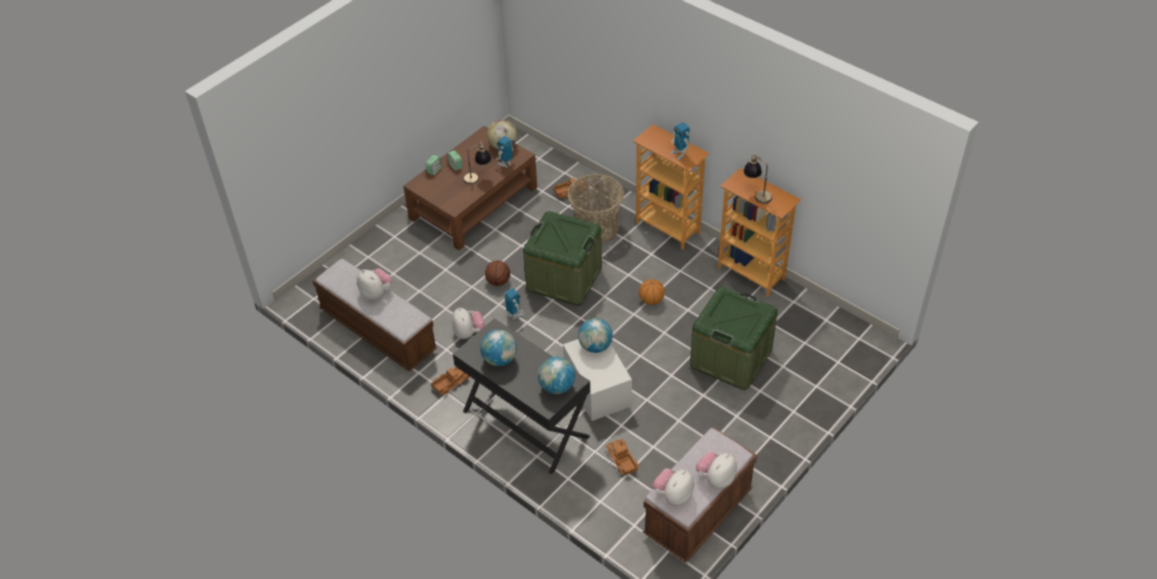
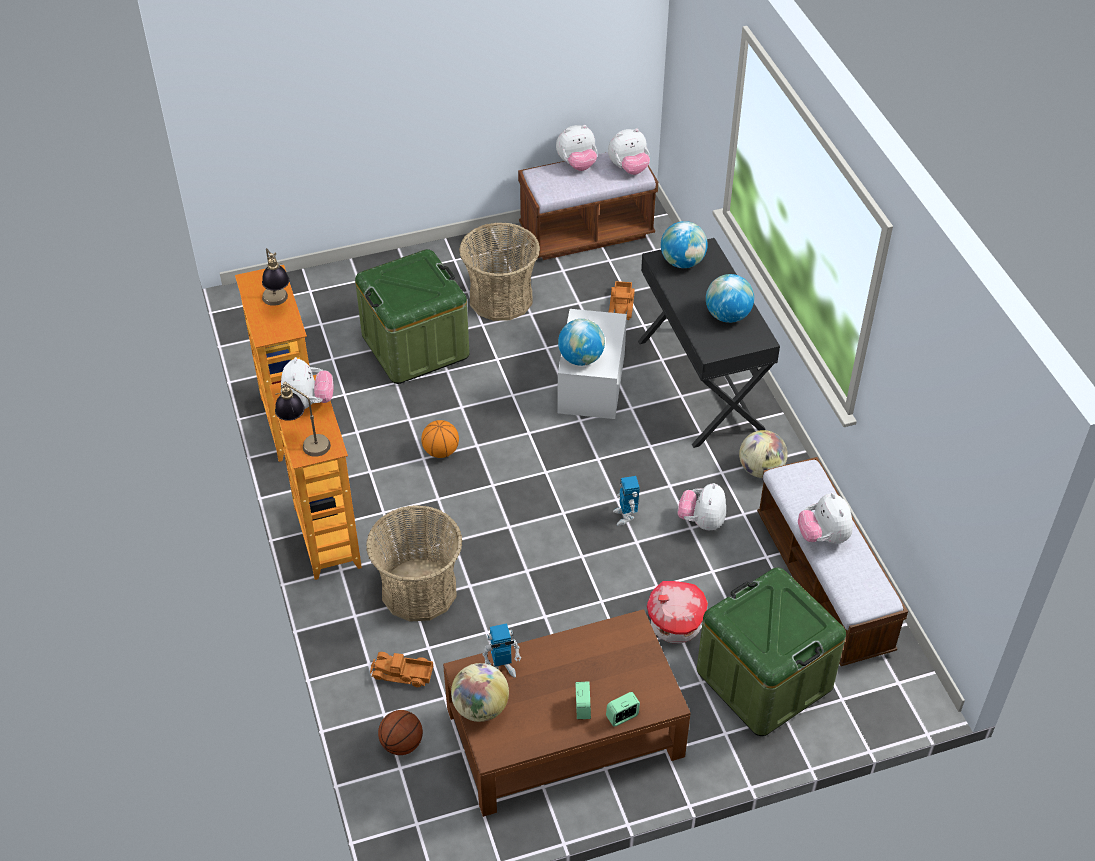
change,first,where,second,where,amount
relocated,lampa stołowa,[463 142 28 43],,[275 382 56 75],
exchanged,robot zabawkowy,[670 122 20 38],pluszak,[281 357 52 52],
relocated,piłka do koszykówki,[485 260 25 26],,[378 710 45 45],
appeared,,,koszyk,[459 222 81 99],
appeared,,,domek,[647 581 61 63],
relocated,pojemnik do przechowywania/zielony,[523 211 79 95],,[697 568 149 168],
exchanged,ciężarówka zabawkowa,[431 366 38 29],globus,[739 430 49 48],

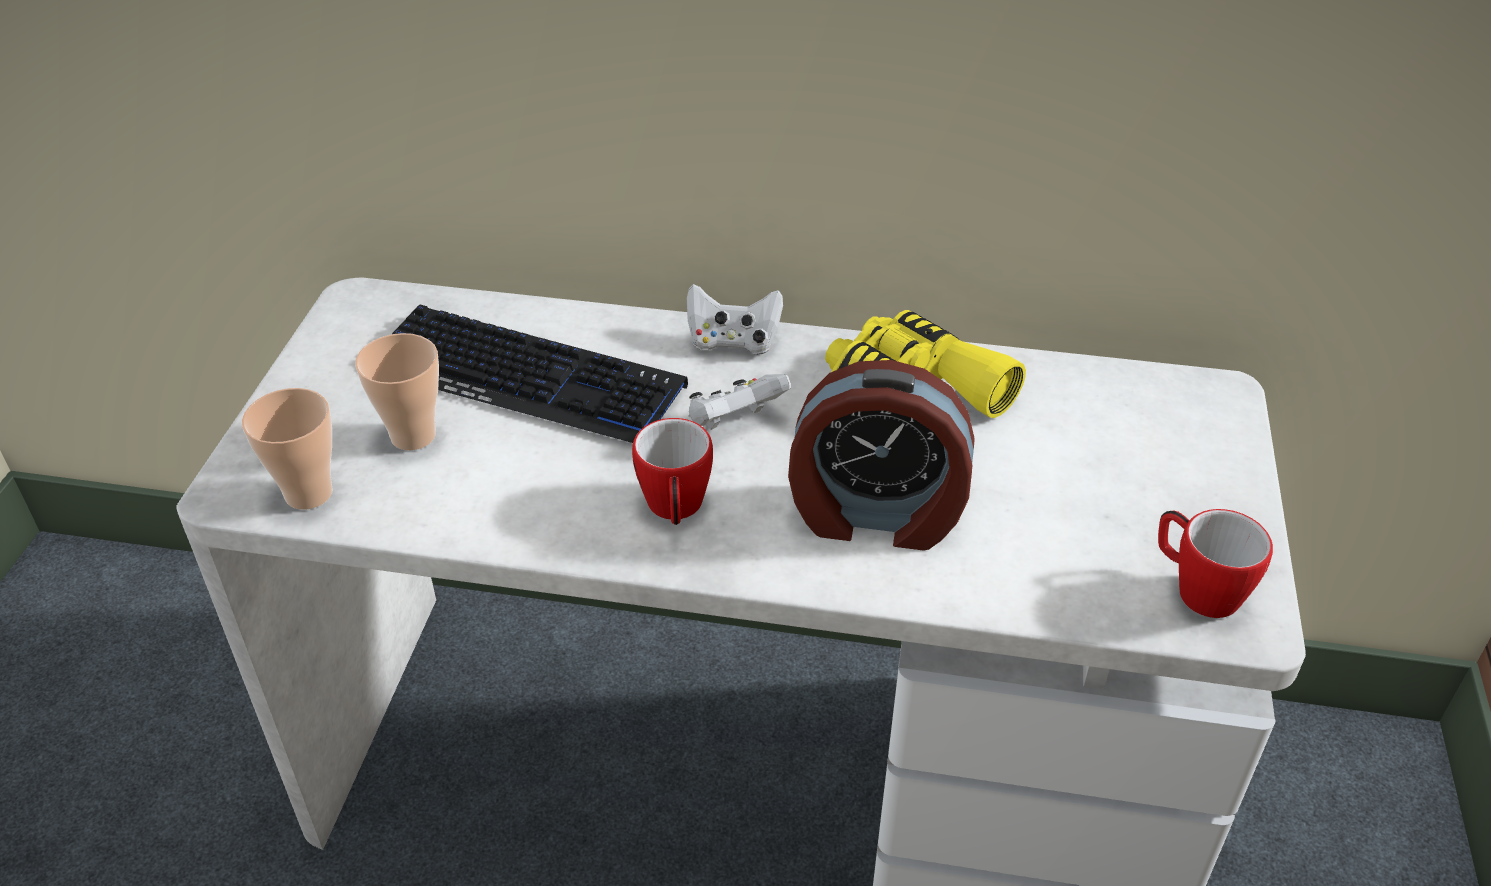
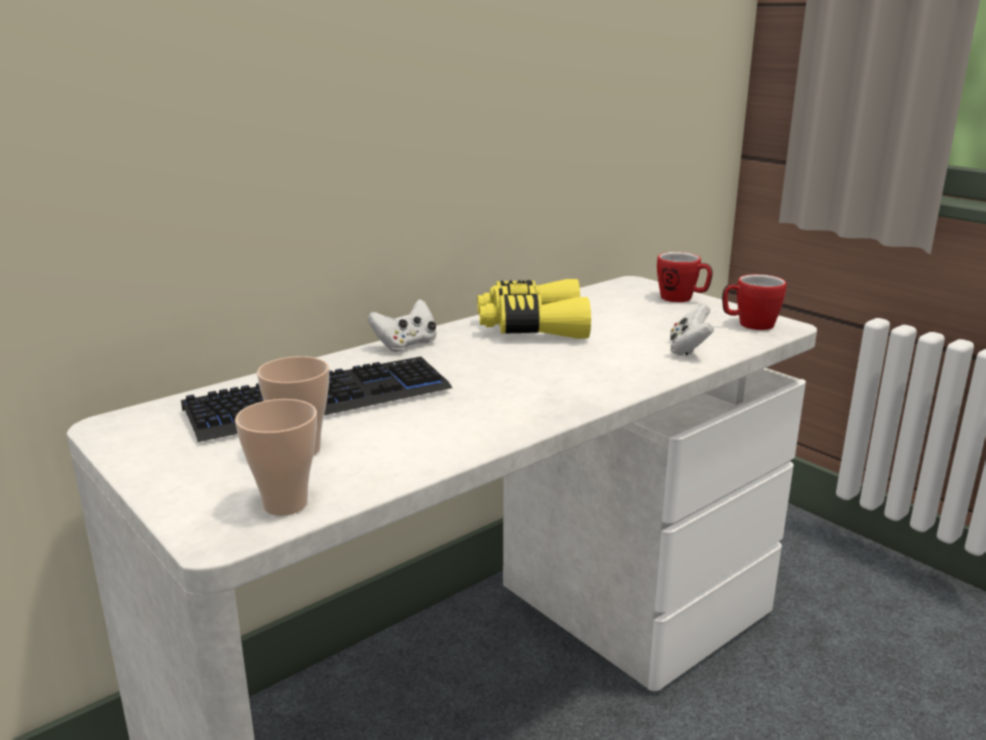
change,first,where,second,where,amount
relocated,kubek,[632 418 81 107],,[657 252 56 50],
relocated,pad do gier/biały,[688 374 103 56],,[670 304 44 52],
missing,budzik,[788 360 187 191],,,

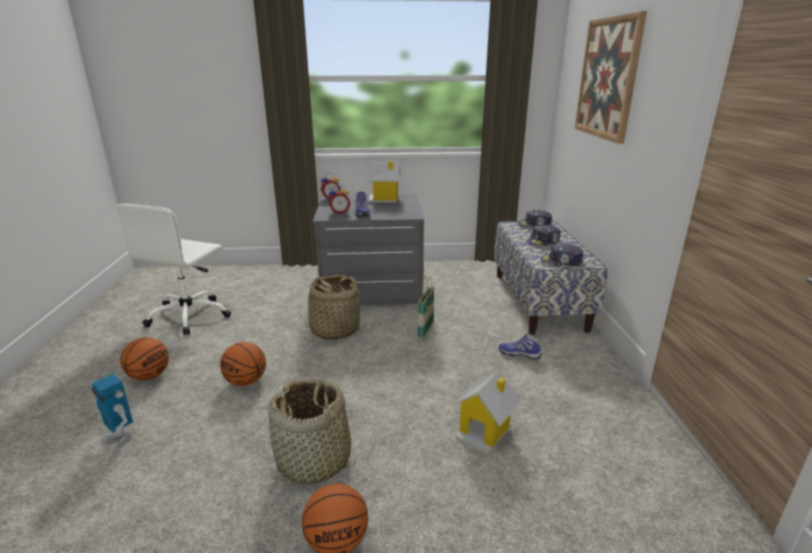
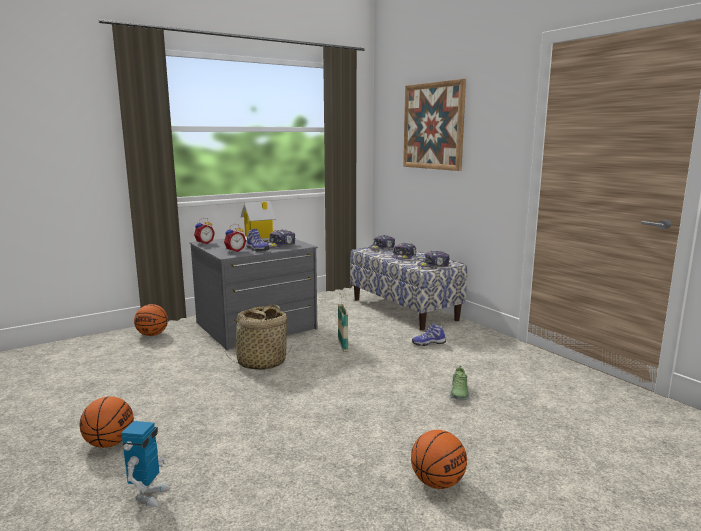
change,first,where,second,where,amount
spun,robot zabawkowy,[91 374 42 79],,[121 421 49 86],90 degrees counterclockwise
relocated,piłka do koszykówki,[220 342 46 44],,[134 304 34 32],
appeared,,,czapka z daszkiem,[267 230 28 18],
exchanged,domek,[452 371 69 84],but,[450 365 20 35],
missing,krzesło biurowe/biały,[116 204 115 131],,,
missing,koszyk,[269 378 87 106],,,

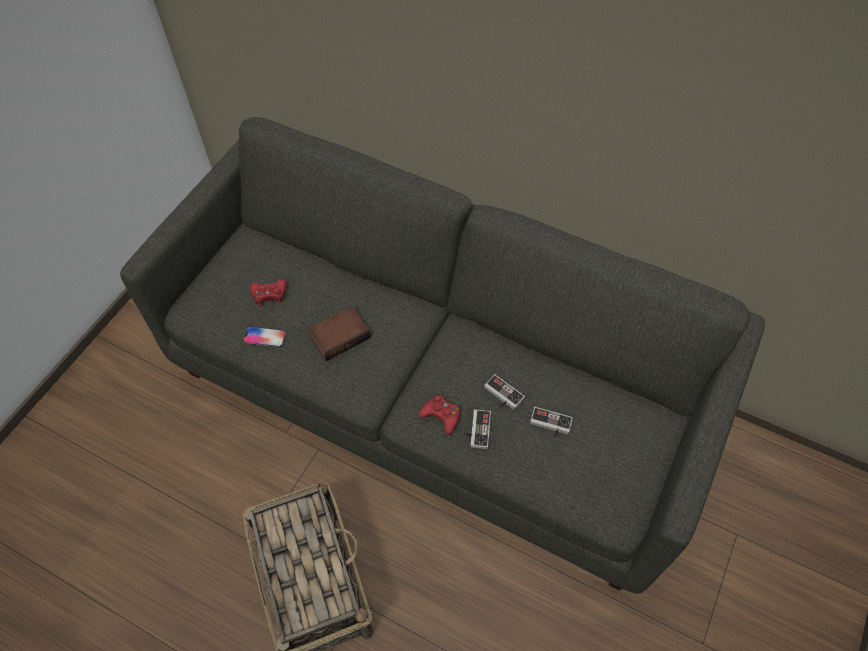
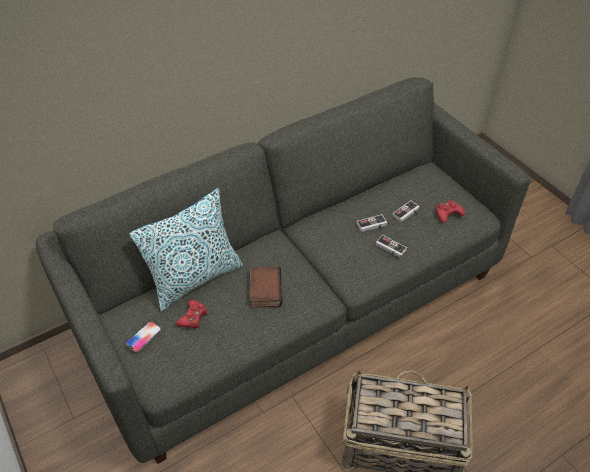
change,first,where,second,where,amount
relocated,telefon,[243 326 42 21],,[126 321 35 31],
appeared,,,poduszka,[130 188 113 123],
relocated,pad do gier/czerwony,[419 396 41 39],,[435 200 30 23],

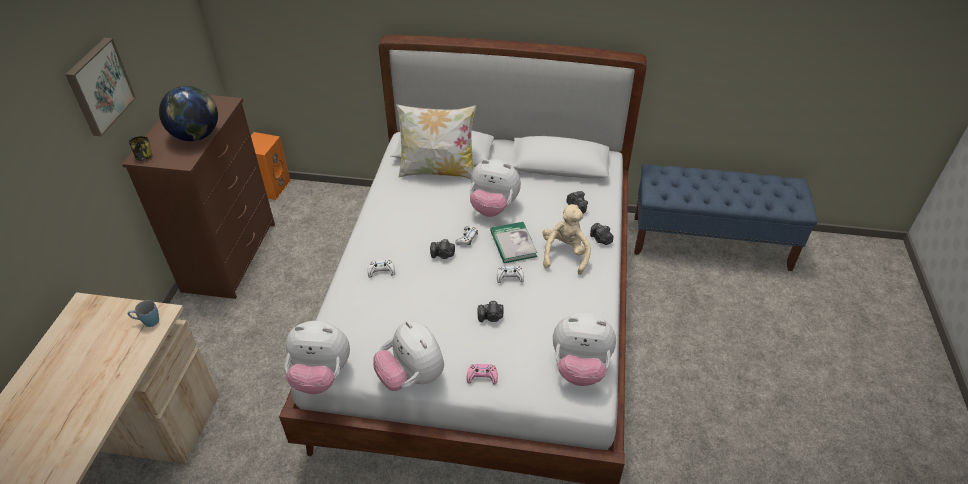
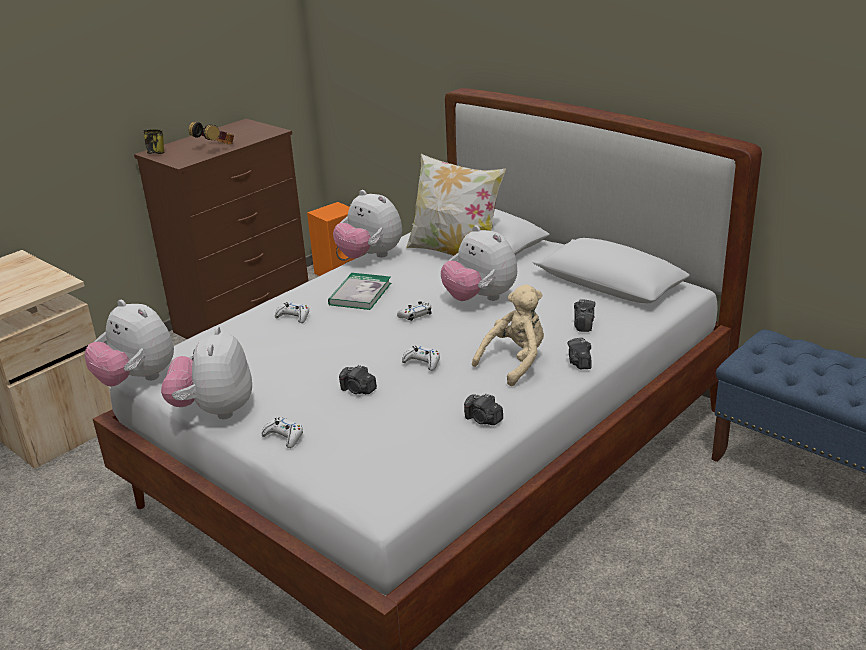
change,first,where,second,where,amount
exchanged,globus,[159 86 59 55],słuchawki,[189 122 45 22],
colour,pad do gier/różowy,[467 364 31 21],pad do gier/biały,[262 417 41 31],
relocated,książka,[490 222 48 41],,[328 273 63 37],
relocated,pluszak,[553 313 63 73],,[333 190 69 69],
relocated,aparat fotograficzny,[430 239 25 20],,[464 393 39 32],
missing,obraz,[65 38 71 99],,,
missing,kubek/niebieski,[128 300 31 27],,,

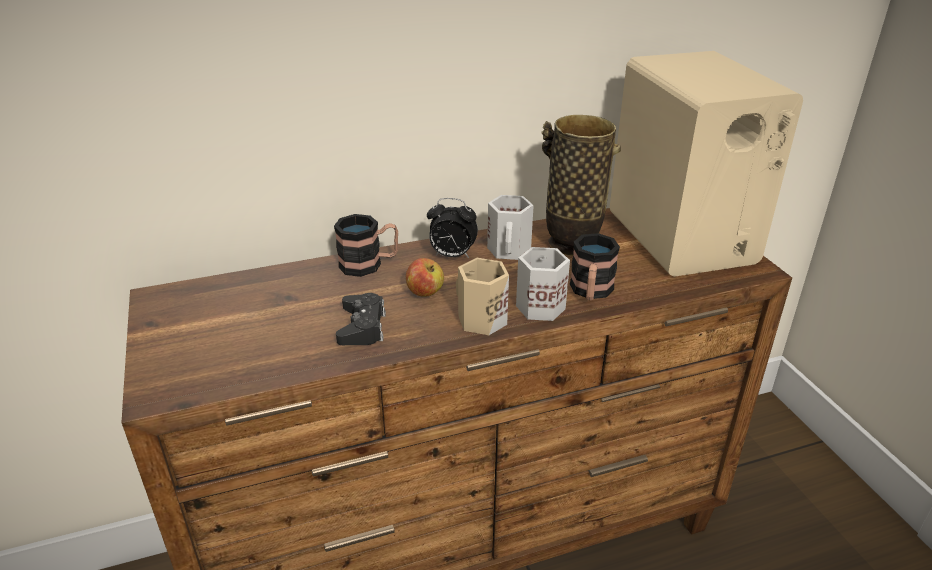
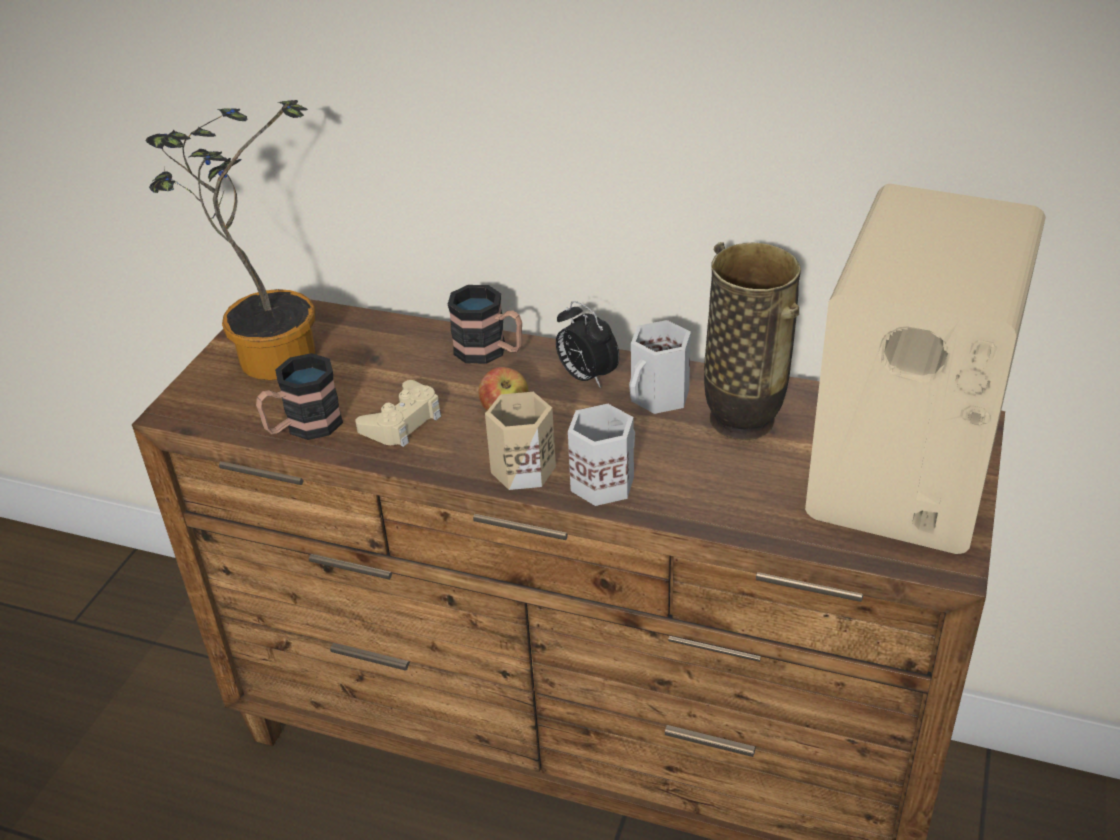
change,first,where,second,where,amount
appeared,,,roślina doniczkowa,[146 100 170 280],
relocated,kubek,[570 233 50 67],,[256 353 87 87],
colour,pad do gier/czarny,[336 293 50 52],pad do gier/beżowy,[355 380 86 67],

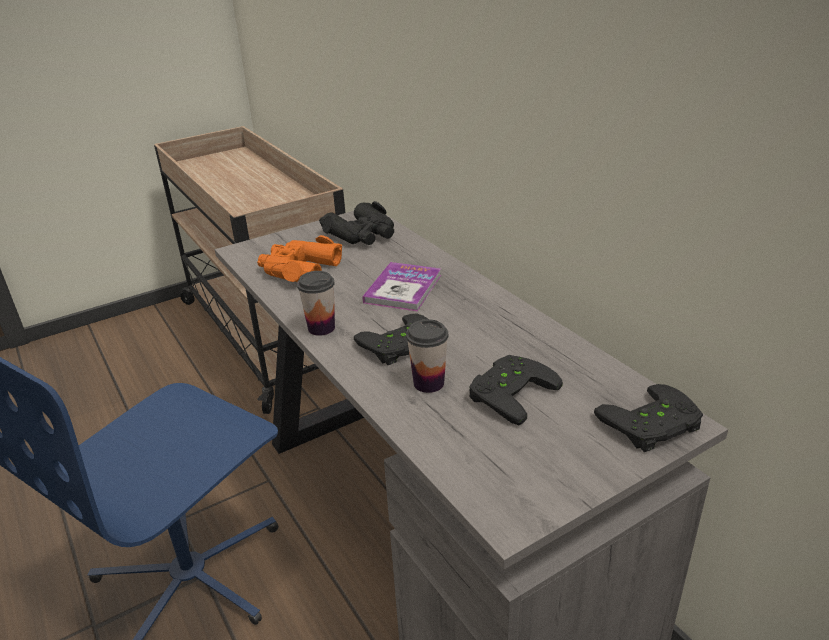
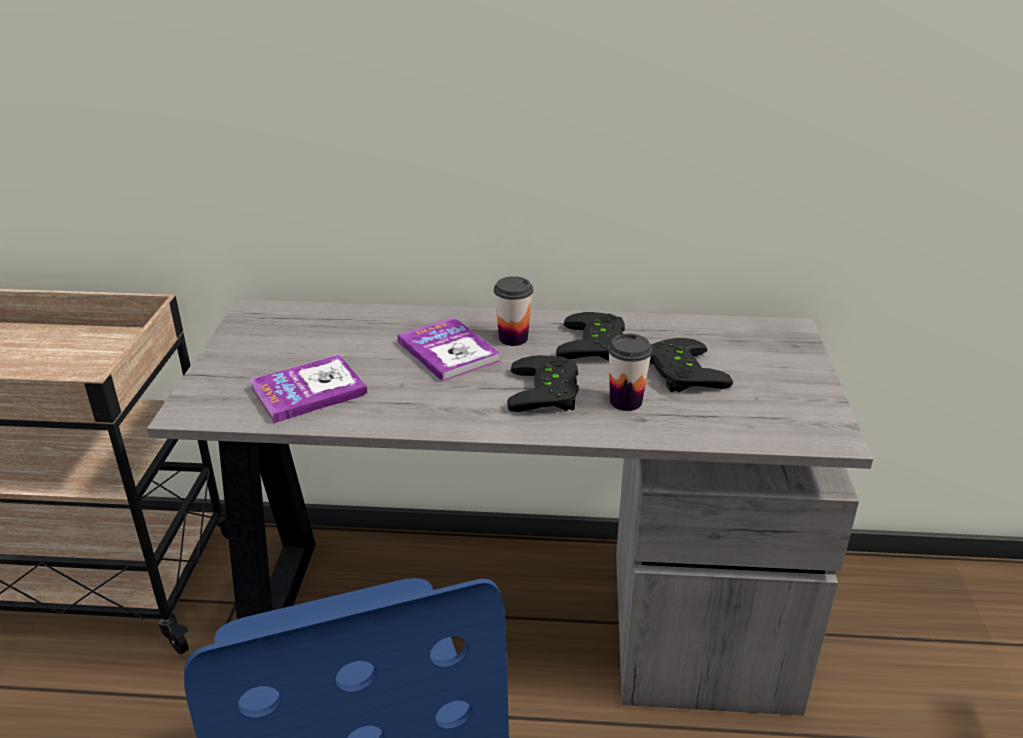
change,first,where,second,where,amount
exchanged,lornetka/pomarańczowy,[257 235 85 47],książka,[250 354 118 69],
relocated,filiżanka,[297 271 38 65],,[494 276 39 70],
relocated,pad do gier/czarny,[594 384 109 68],,[556 312 69 49],
missing,lornetka/czarny,[319 201 75 44],,,

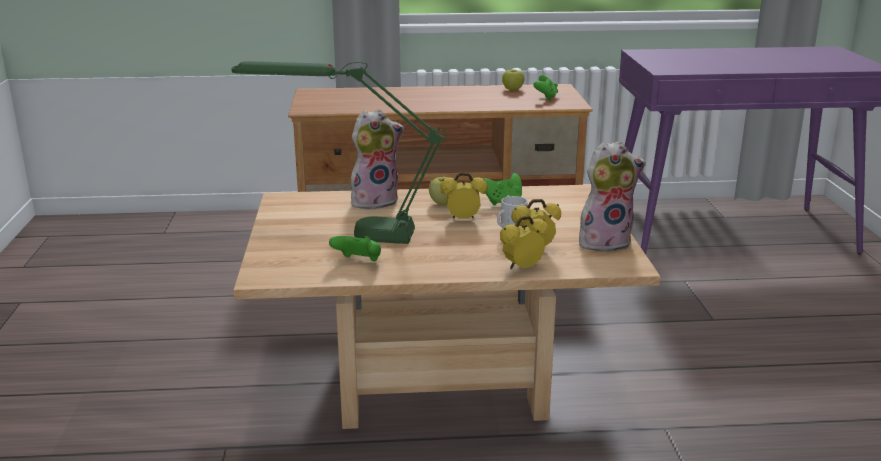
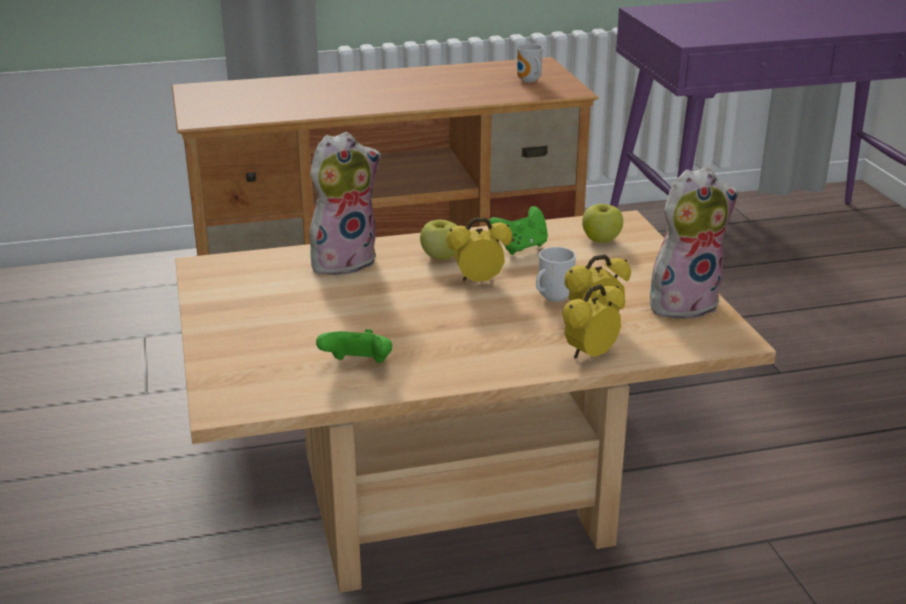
change,first,where,second,where,amount
exchanged,pad do gier/zielony,[533 75 25 25],kubek,[517 44 26 38],
relocated,jabłko,[502 70 23 20],,[582 204 41 39],
missing,lampa stołowa/zielony,[231 61 215 183],,,

